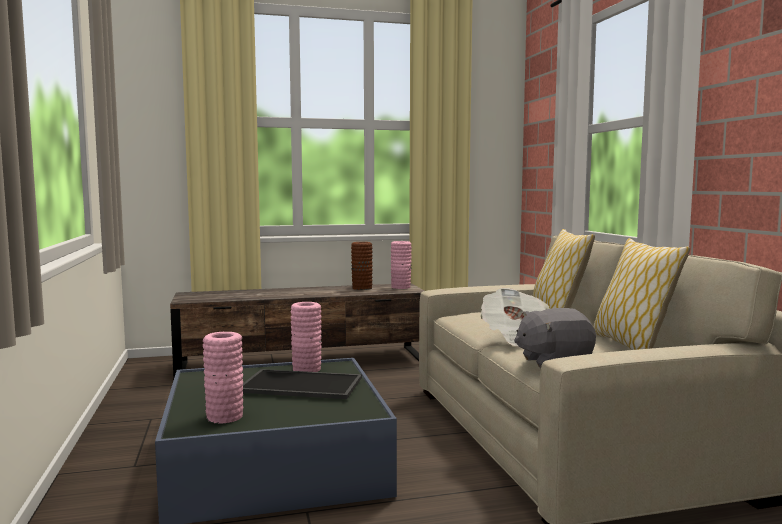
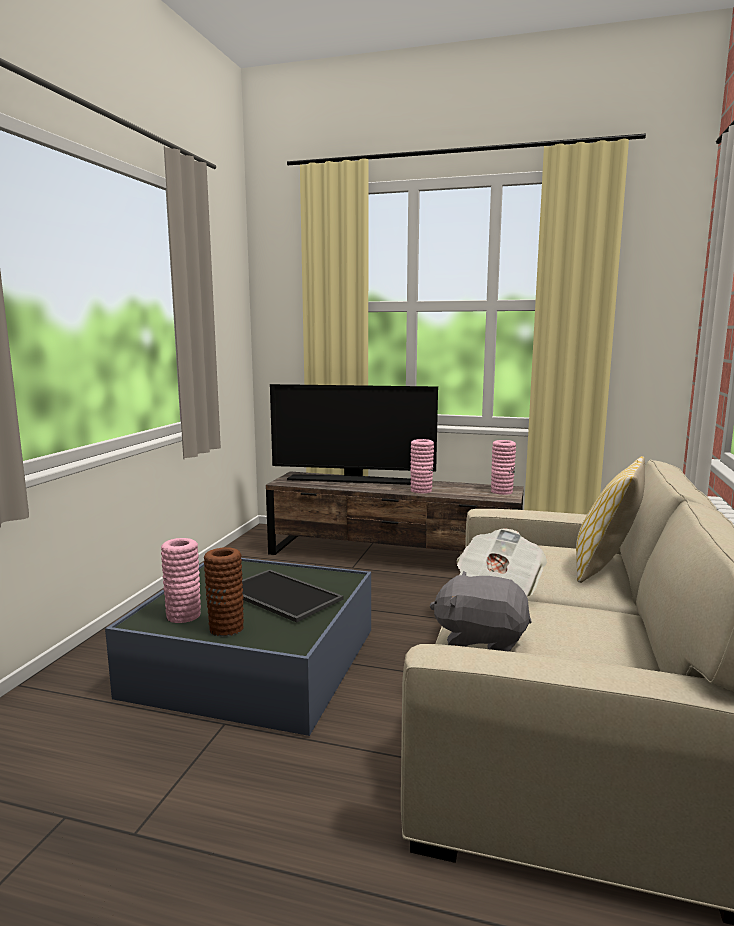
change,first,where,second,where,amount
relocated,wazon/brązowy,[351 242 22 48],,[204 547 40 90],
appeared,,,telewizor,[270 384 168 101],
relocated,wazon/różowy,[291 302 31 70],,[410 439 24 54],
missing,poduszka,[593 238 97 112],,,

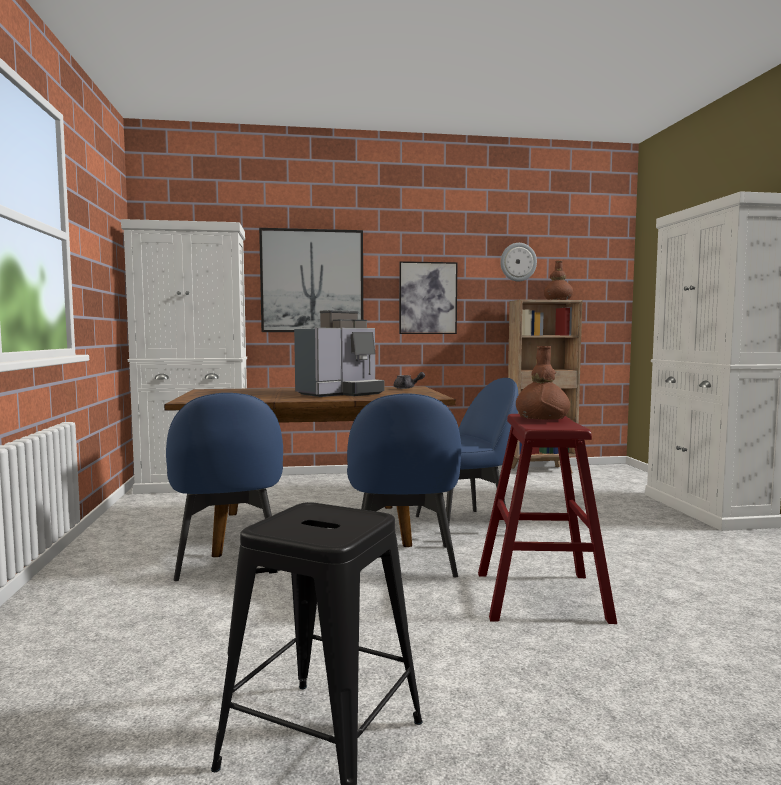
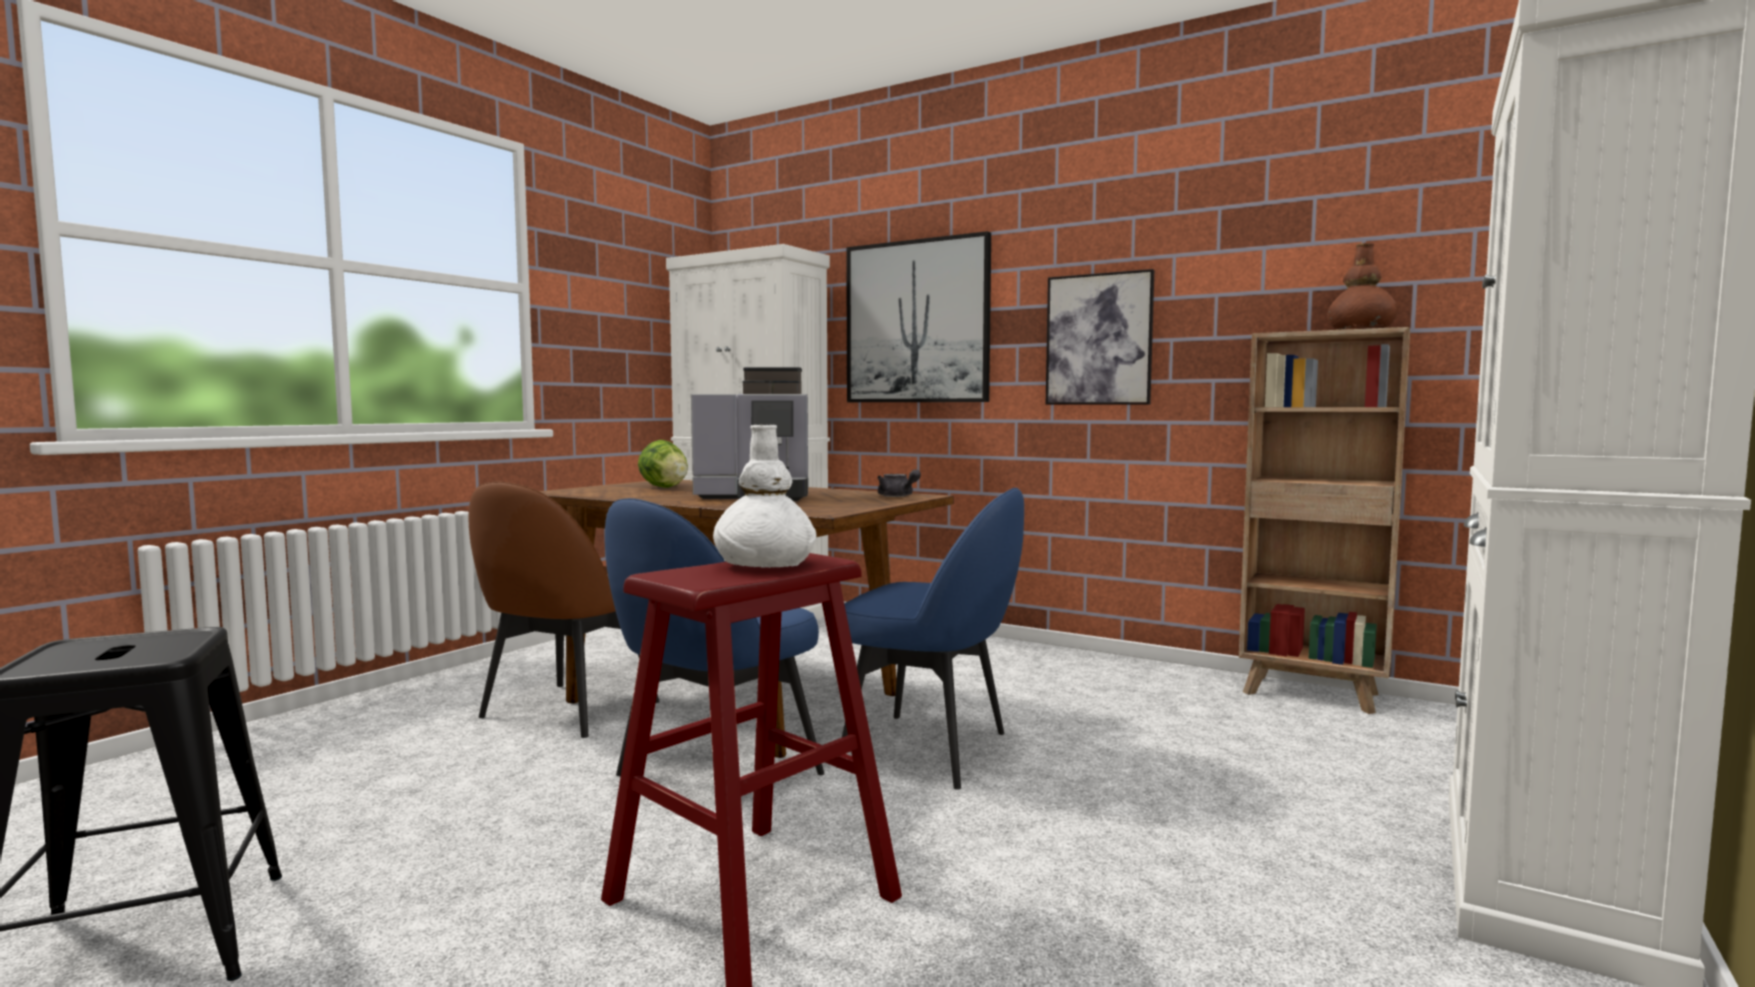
change,first,where,second,where,amount
colour,krzesło/niebieski,[166 393 117 188],krzesło/brązowy,[469 482 191 256],
appeared,,,sałata,[638 440 50 48],
colour,wazon/brązowy,[516 346 54 74],wazon/biały,[713 425 104 143],
missing,zegar ścienny,[500 243 37 38],,,

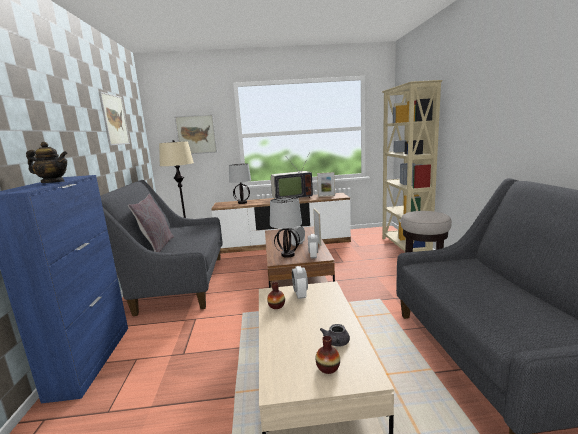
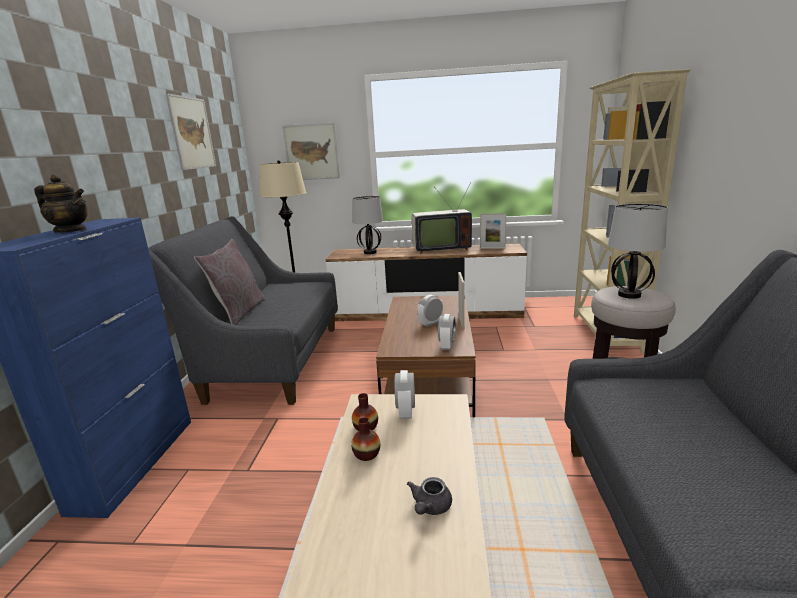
change,first,where,second,where,amount
relocated,wazon,[315 336 25 38],,[351 417 29 44],
relocated,lampa stołowa,[270 197 32 61],,[608 203 60 96],

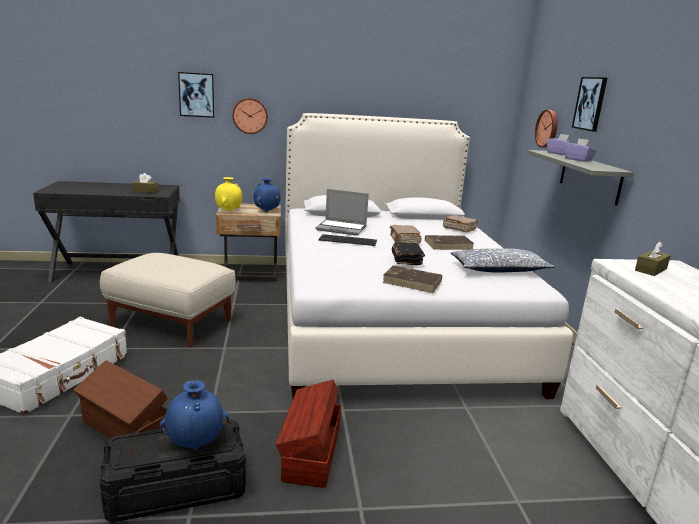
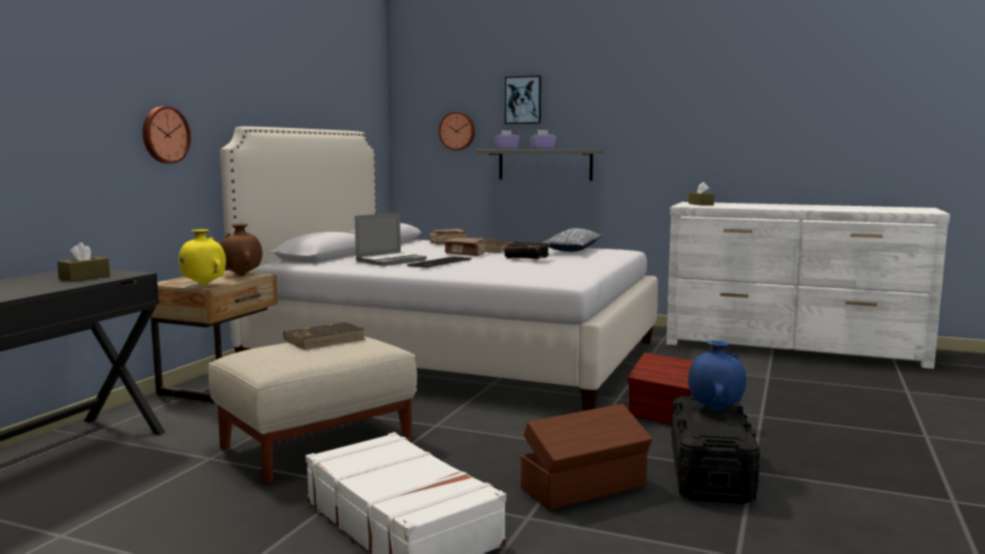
change,first,where,second,where,amount
colour,wazon/niebieski,[253 178 27 34],wazon/brązowy,[220 224 42 52],
relocated,książka/brązowy,[382 265 60 28],,[283 322 81 28],
missing,obraz,[178 72 36 46],,,

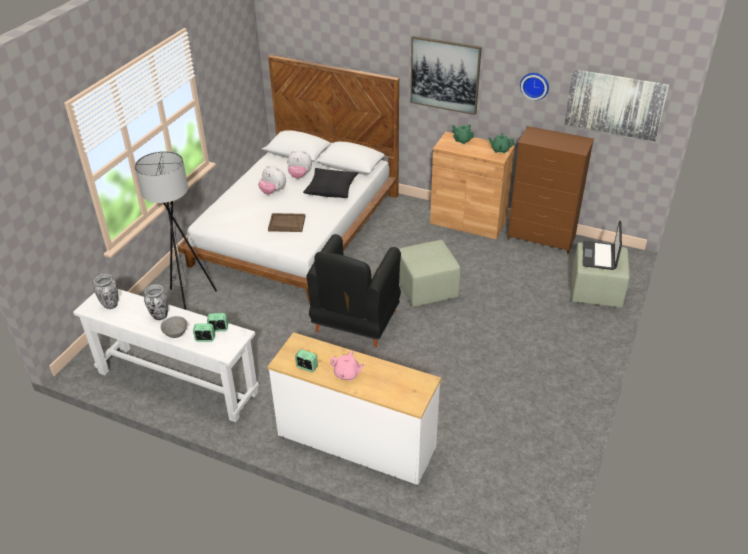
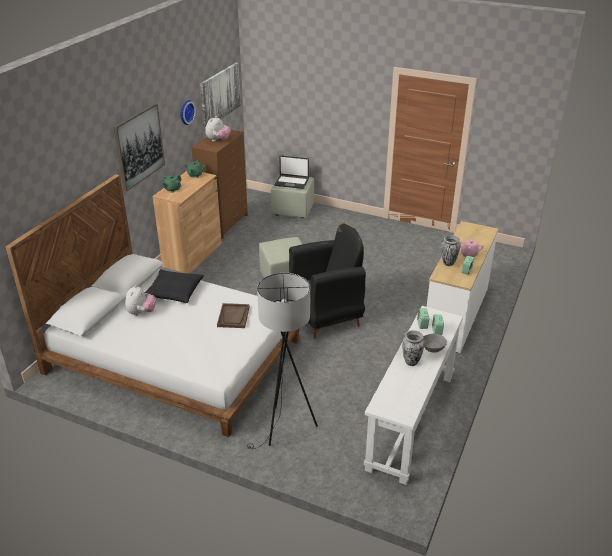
change,first,where,second,where,amount
relocated,pluszak,[258 166 28 29],,[205 116 25 26],
spun,fotel/czarny,[307 234 94 114],,[289 224 77 115],45 degrees counterclockwise
relocated,wazon,[93 274 25 35],,[441 235 19 31],

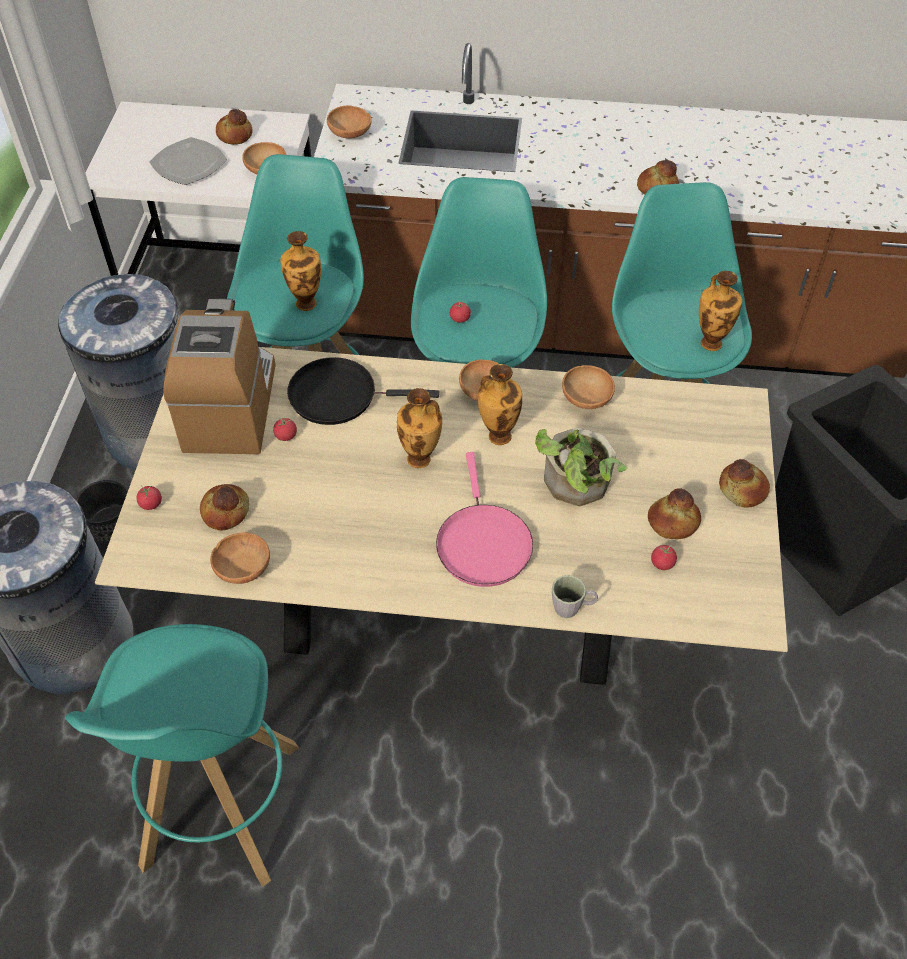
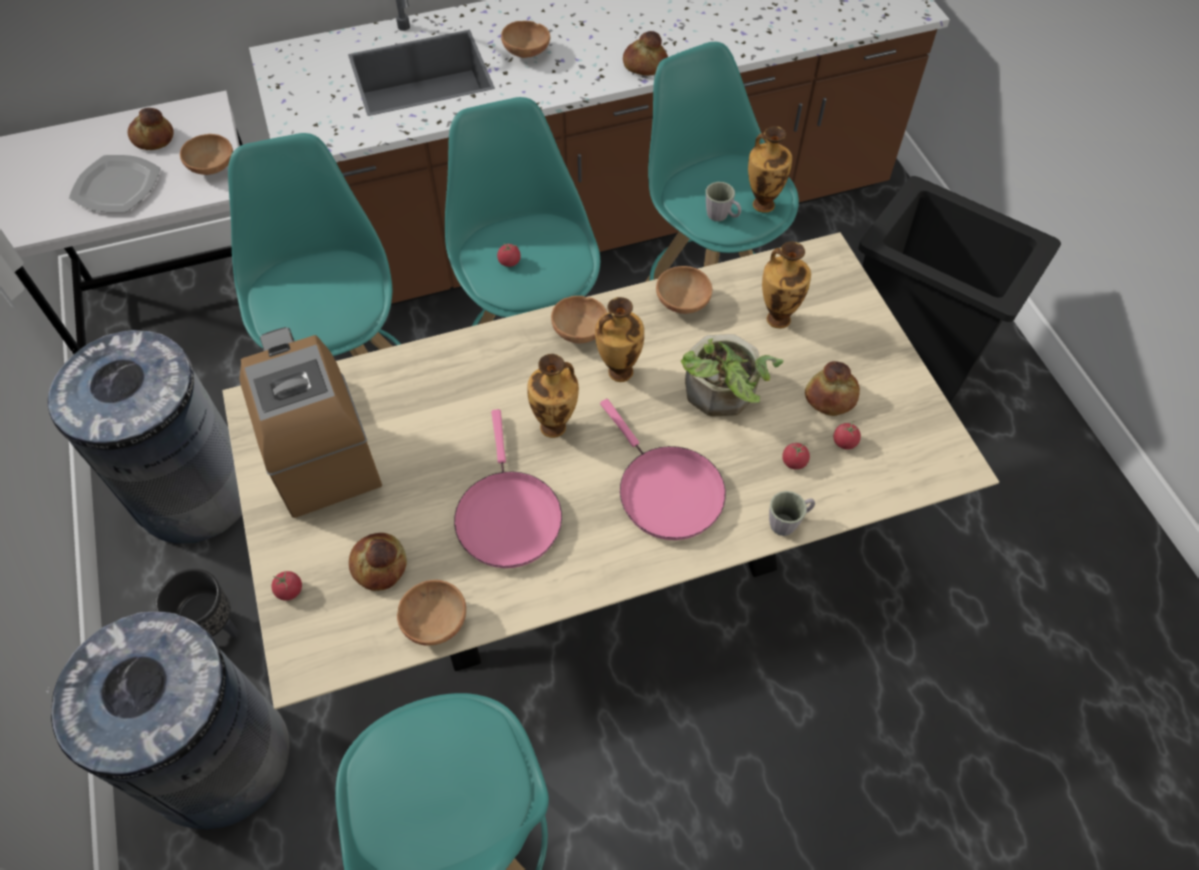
change,first,where,second,where,amount
appeared,,,patelnia/różowy,[454 409 108 159],
relocated,miska/brązowy,[327 106 45 33],,[501 21 49 37],
appeared,,,kubek/szary,[706 182 35 39],
relocated,wazon,[280 231 41 80],,[762 242 49 87],
relocated,pomidor,[273 418 24 23],,[782 443 28 27],
missing,patelnia/czarny,[287 357 152 68],,,
missing,chleb,[719 459 51 49],,,

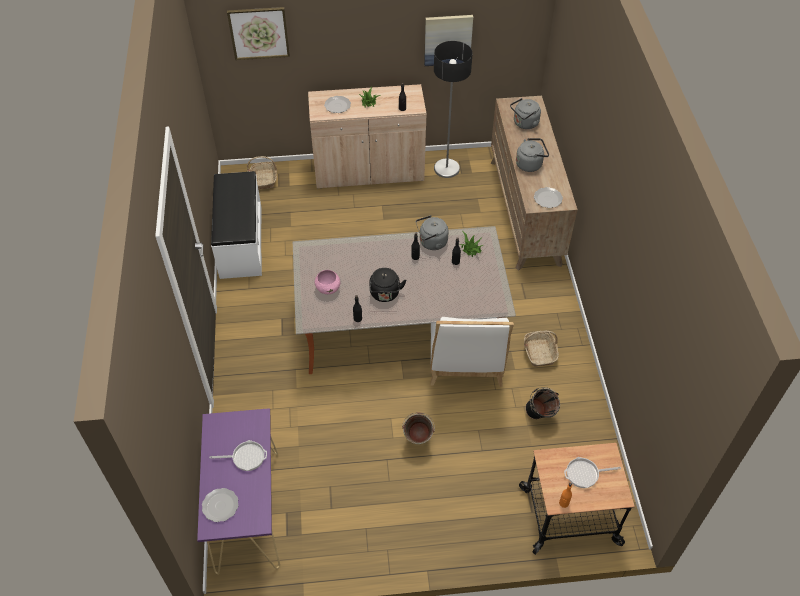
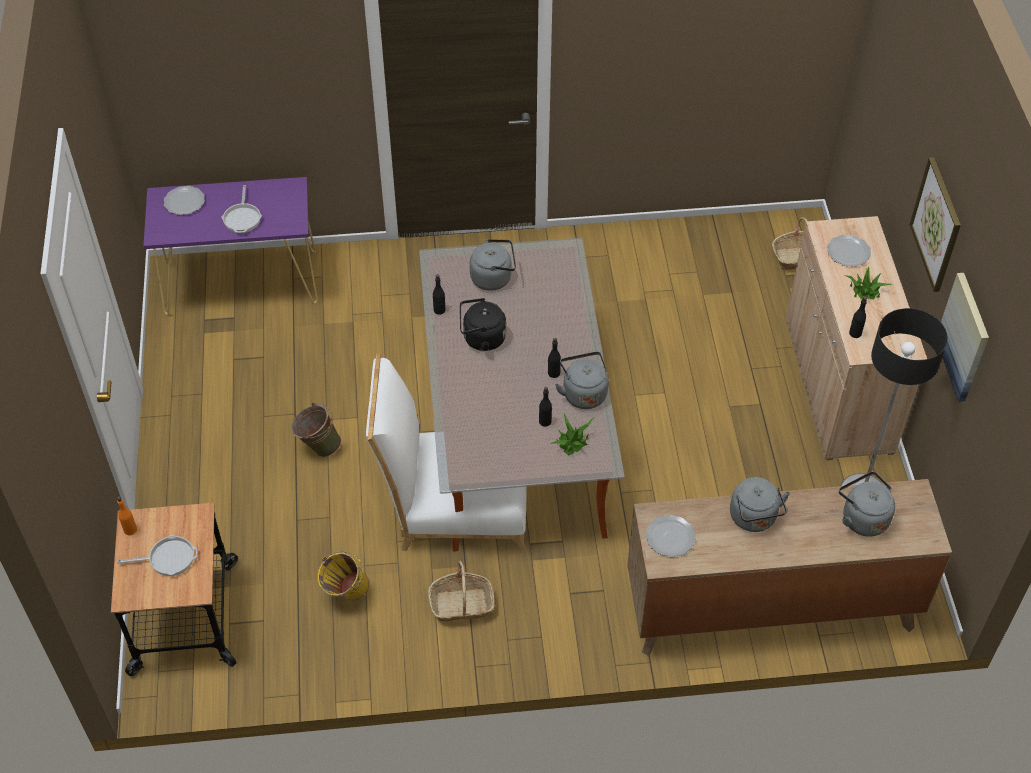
change,first,where,second,where,amount
spun,patelnia,[564 457 57 31],,[117 535 80 41],90 degrees clockwise
colour,wiadro/czarny,[525 387 35 32],wiadro/żółty,[318 551 51 50],
exchanged,miska/różowy,[315 270 25 24],czajnik/szary,[470 239 46 52],
relocated,obraz,[227 7 63 53],,[909 157 52 135],
missing,ławka/biały,[211 171 51 108],,,

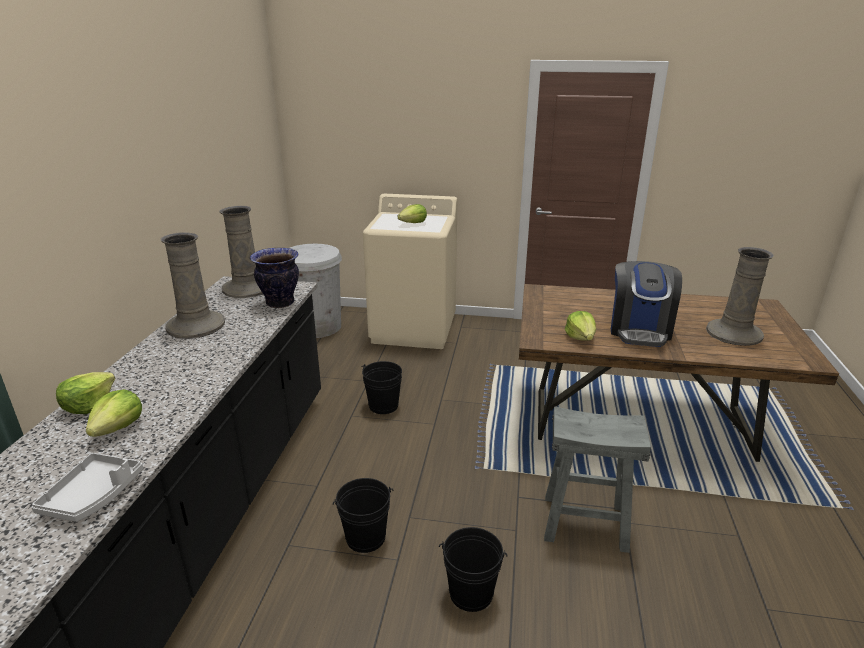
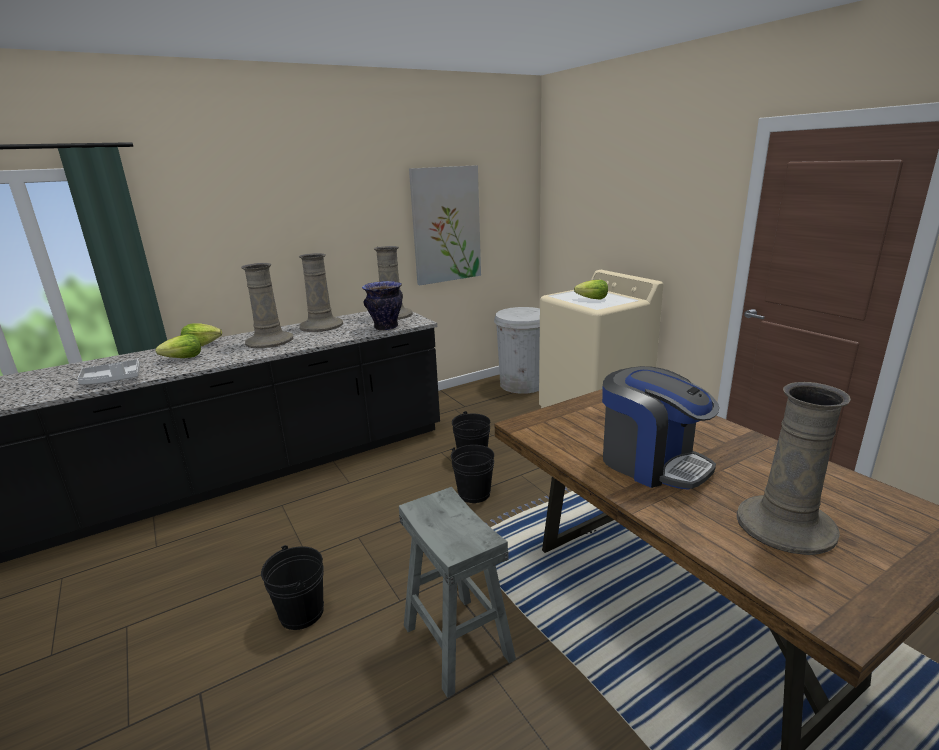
change,first,where,second,where,amount
appeared,,,wazon/beżowy,[241 263 52 85],
appeared,,,obraz,[409 165 72 121],
relocated,wiadro/czarny,[333 478 61 75],,[450 445 44 58],
spun,ekspres do kawy,[611 261 71 86],,[602 366 117 124],105 degrees counterclockwise
missing,sałata,[565 311 31 30],,,

